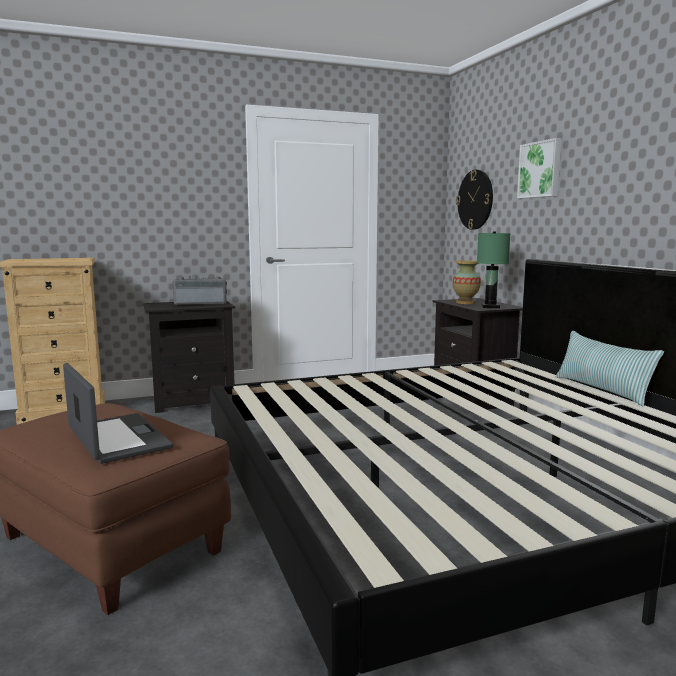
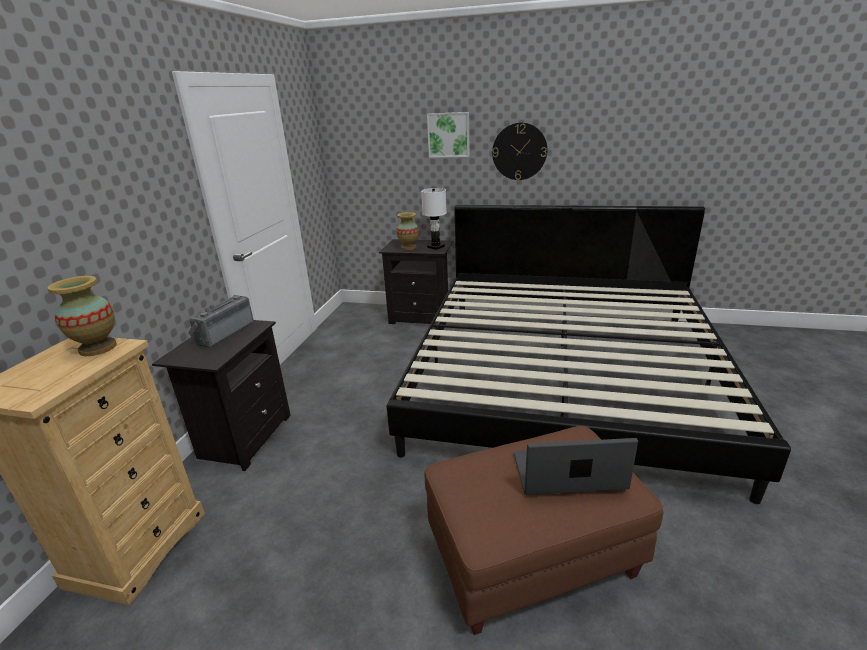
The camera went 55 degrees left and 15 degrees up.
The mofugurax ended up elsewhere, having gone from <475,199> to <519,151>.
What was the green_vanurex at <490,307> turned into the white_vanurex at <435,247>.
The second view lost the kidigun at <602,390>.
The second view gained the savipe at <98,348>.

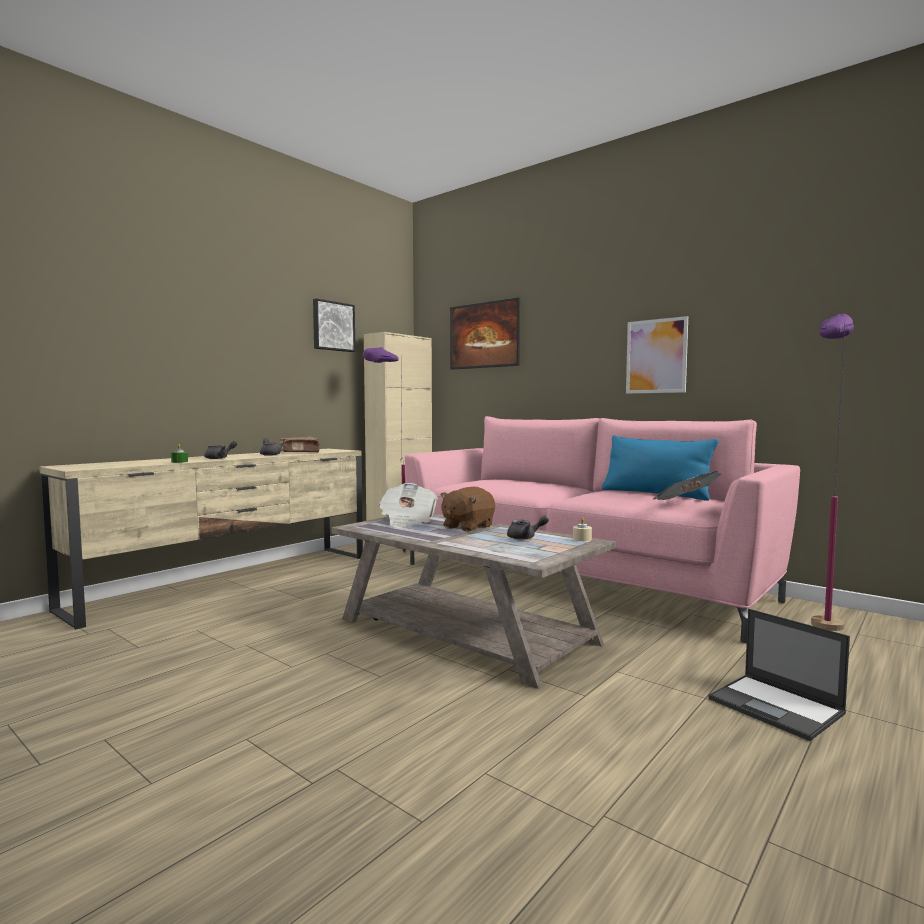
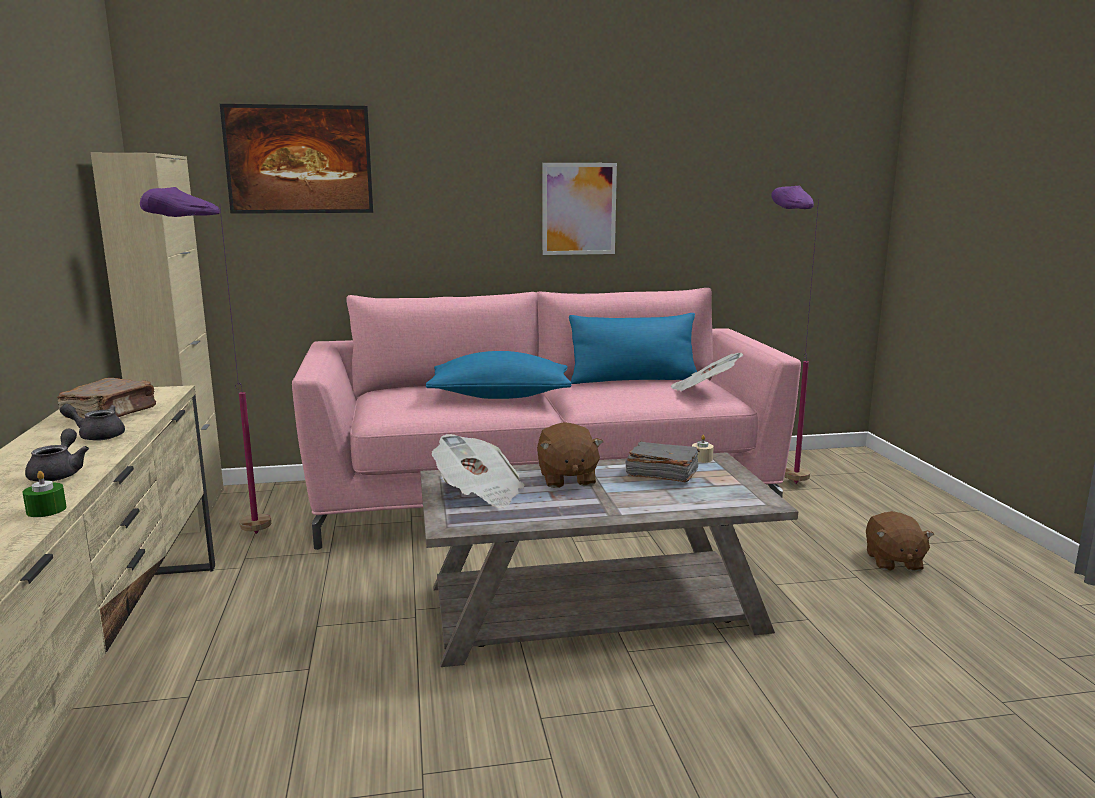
The camera went 50 degrees left and 10 degrees up.
The second view lost the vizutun at <333,326>.
Where the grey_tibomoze stood at <525,537>, the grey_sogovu came to stand at <661,474>.
Where the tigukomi stood at <777,707>, the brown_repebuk came to stand at <893,561>.
The second view gained the blue_kidigun at <500,396>.

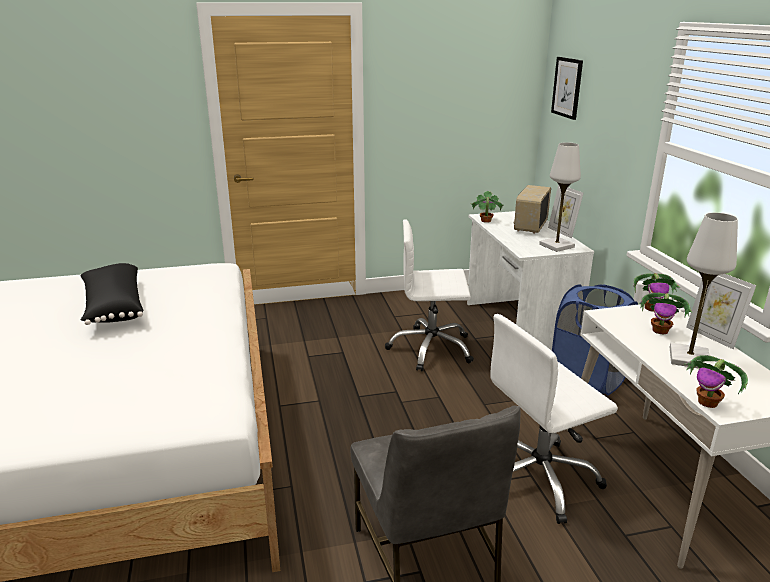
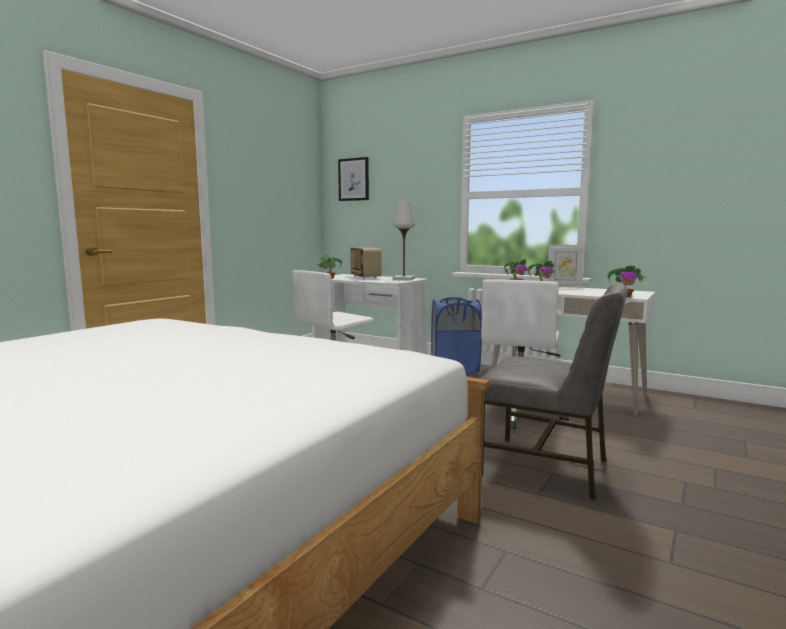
The camera went 45 degrees left and 15 degrees down.
The second view lost the black_kidigun at <113,307>.
The second view lost the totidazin at <562,232>.
The second view lost the white_vanurex at <689,358>.

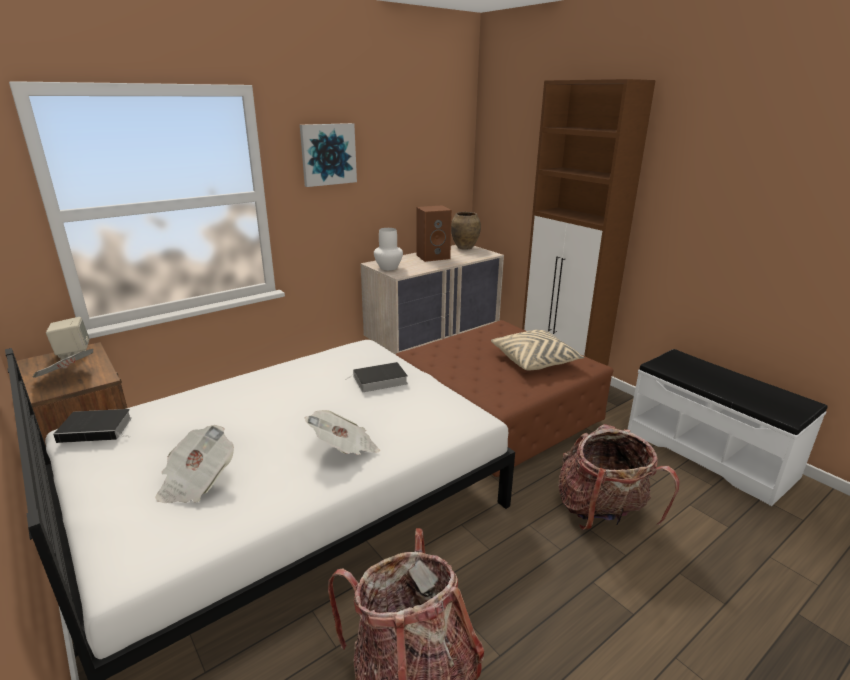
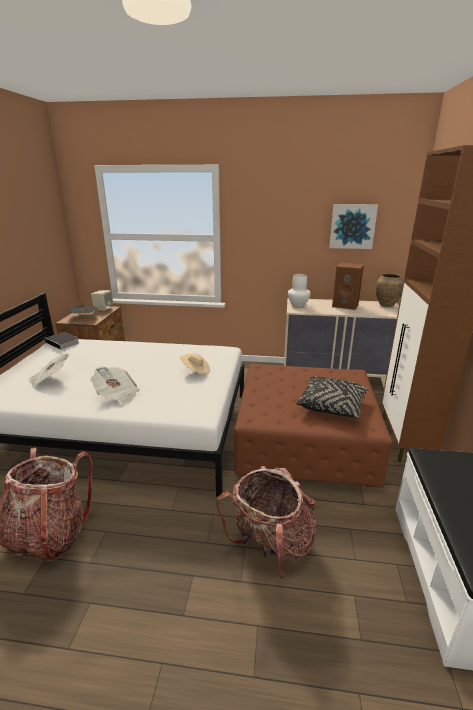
The camera went 45 degrees right and 0 degrees up.
The vizutun ended up elsewhere, having gone from <328,154> to <352,226>.
Where the sogovu stood at <378,380>, the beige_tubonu came to stand at <196,371>.
What was the beige_kidigun at <535,360> turned into the black_kidigun at <332,405>.

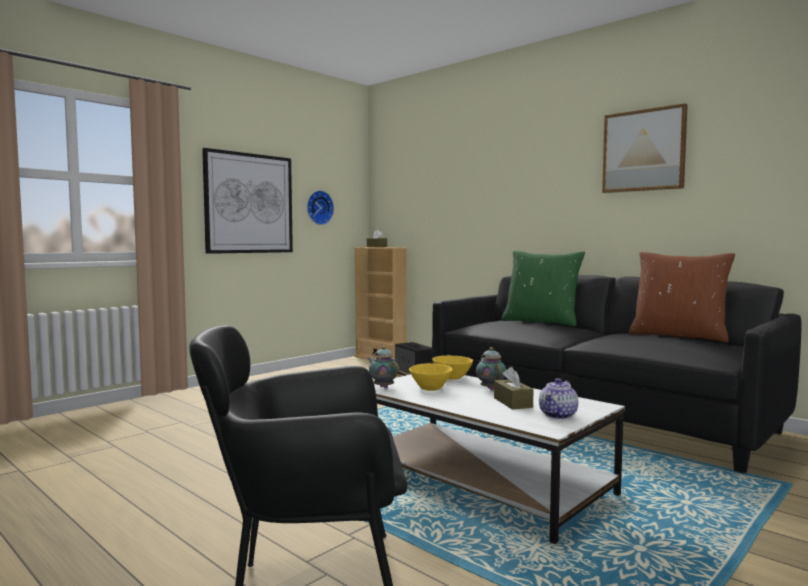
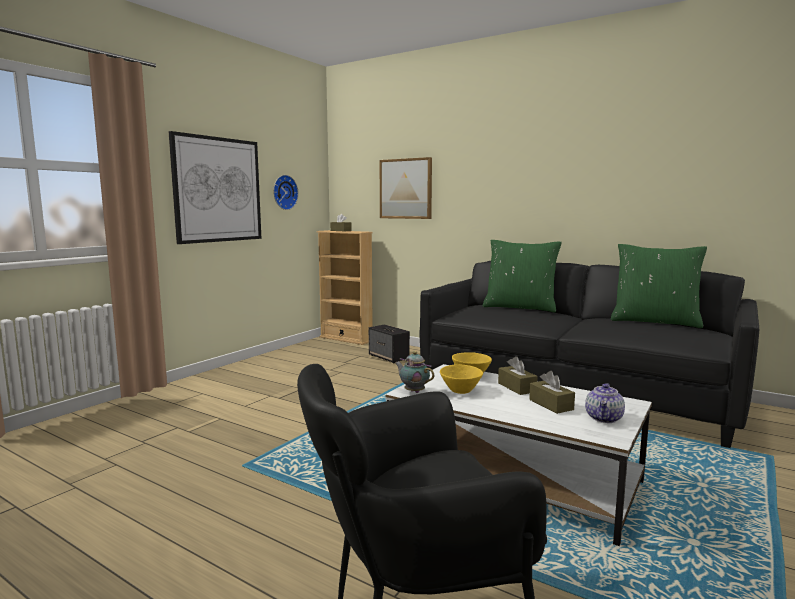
The camera went 10 degrees left and 5 degrees up.
Where the tibomoze stood at <490,388>, the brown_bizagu came to stand at <517,387>.
The vizutun ended up elsewhere, having gone from <644,150> to <406,189>.
What was the brown_kidigun at <679,336> turned into the green_kidigun at <655,321>.

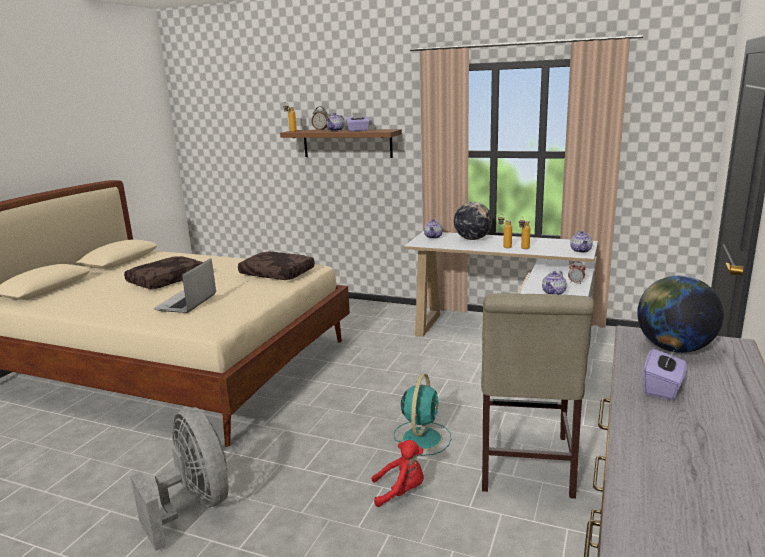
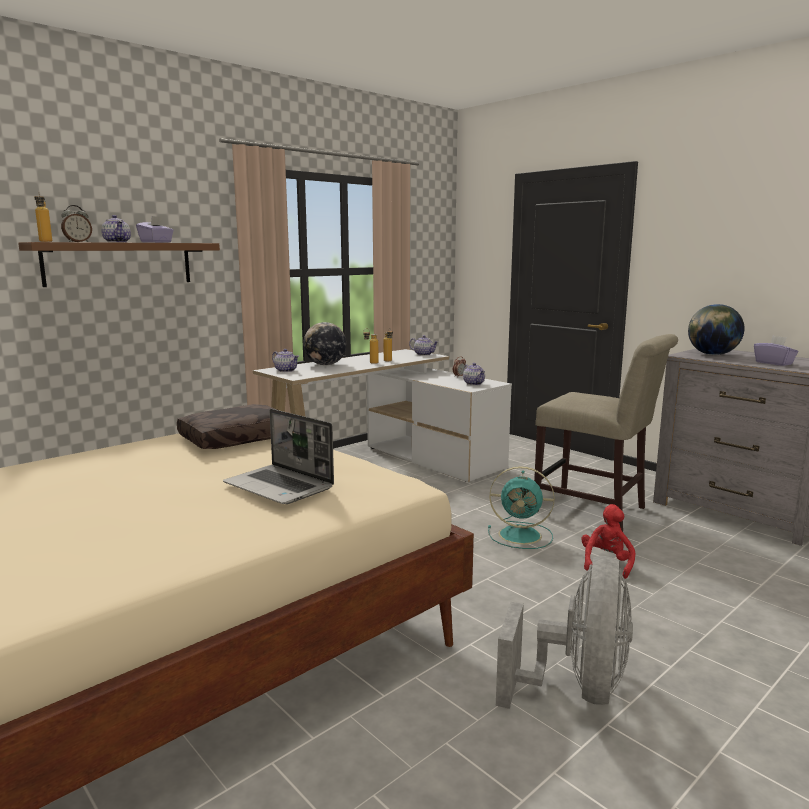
The camera went 65 degrees left and 5 degrees down.
The second view lost the brown_kidigun at <166,280>.
The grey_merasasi at <195,506> ended up facing another way, 120 degrees clockwise from before.
The turquoise_merasasi at <422,437> ended up facing another way, 150 degrees clockwise from before.

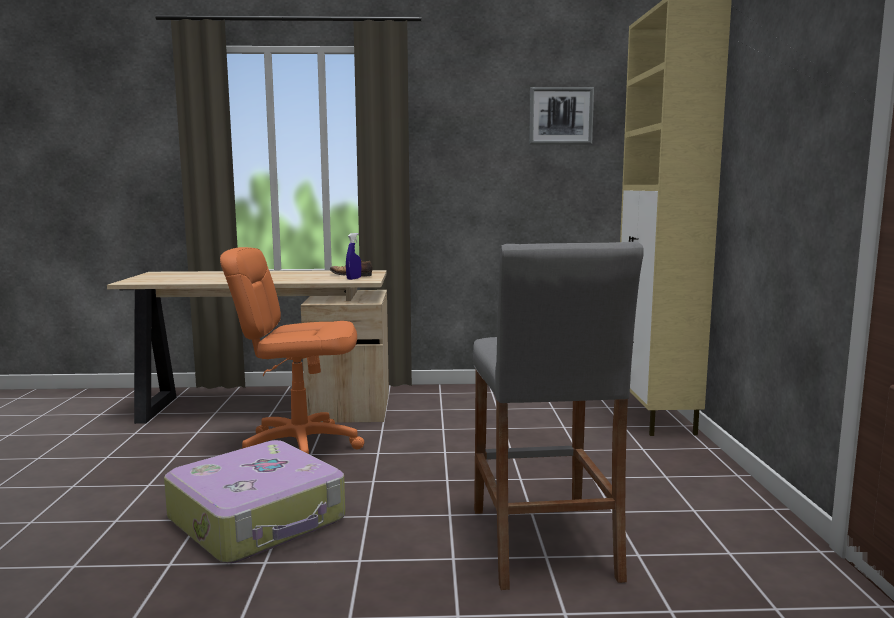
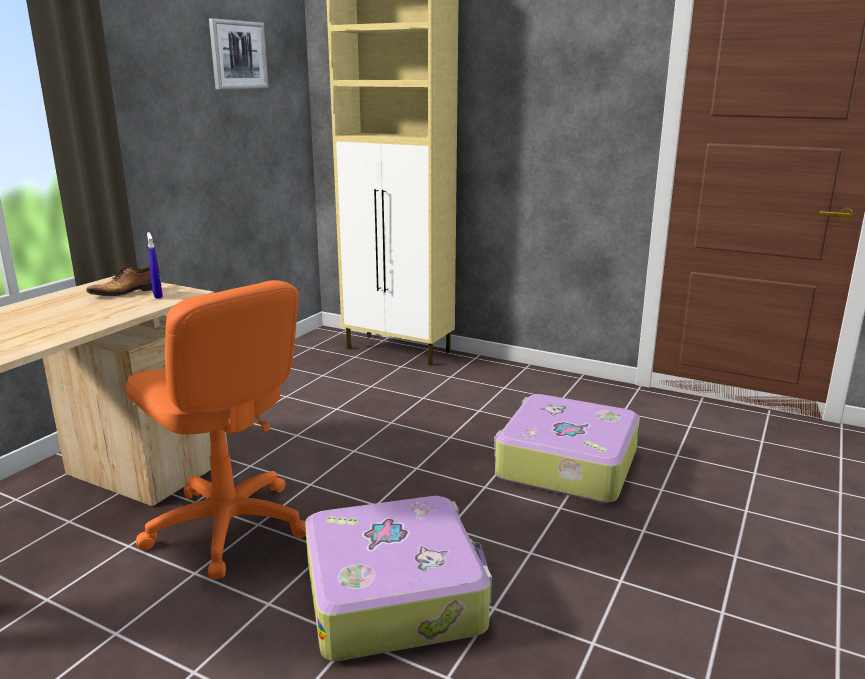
The camera went 60 degrees left and 10 degrees up.
The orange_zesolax at <300,447> ended up facing another way, 75 degrees counterclockwise from before.
Where the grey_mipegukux stood at <543,543>, the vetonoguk came to stand at <565,465>.

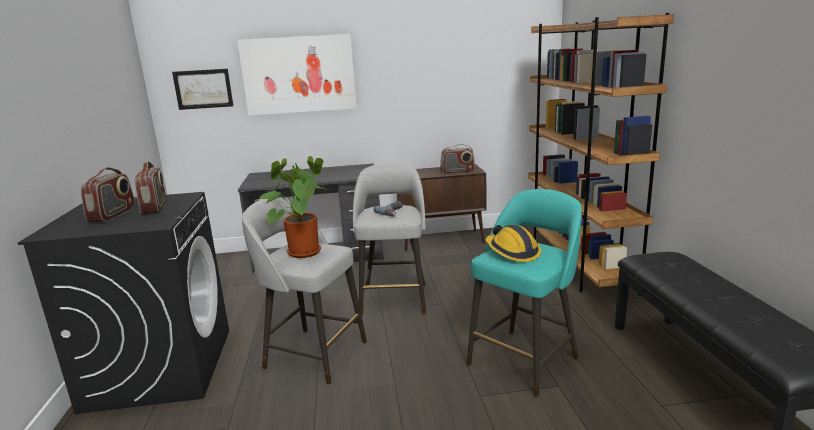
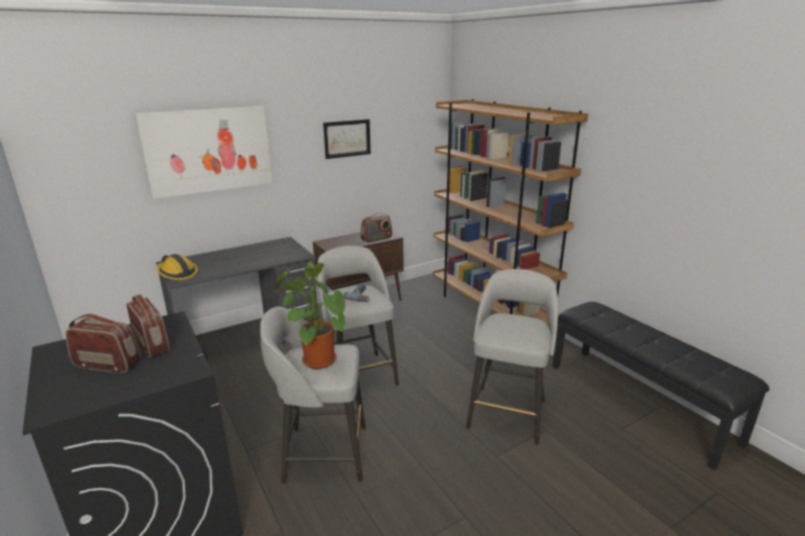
The camera went 25 degrees left and 5 degrees up.
The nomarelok at <113,215> ended up facing another way, 60 degrees counterclockwise from before.
The vizutun ended up elsewhere, having gone from <203,89> to <347,138>.
What was the turquoise_mipegukux at <524,359> turned into the grey_mipegukux at <507,412>.
The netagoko ended up elsewhere, having gone from <512,252> to <177,273>.

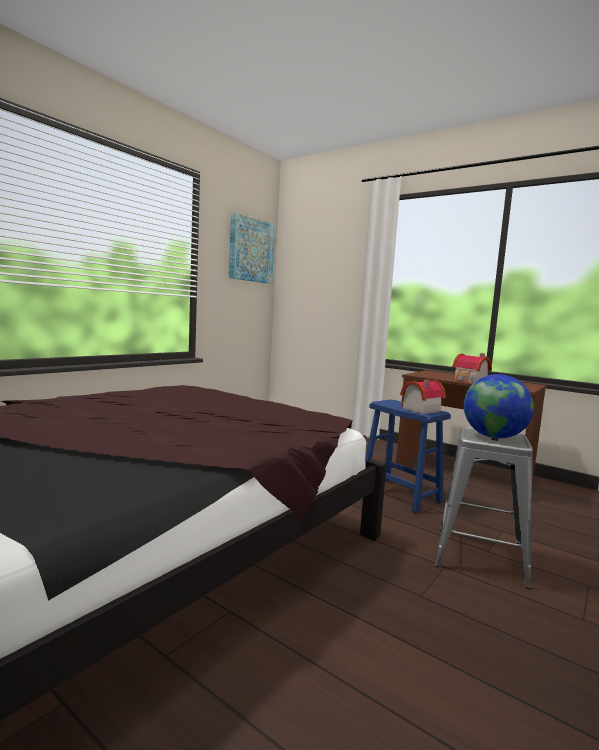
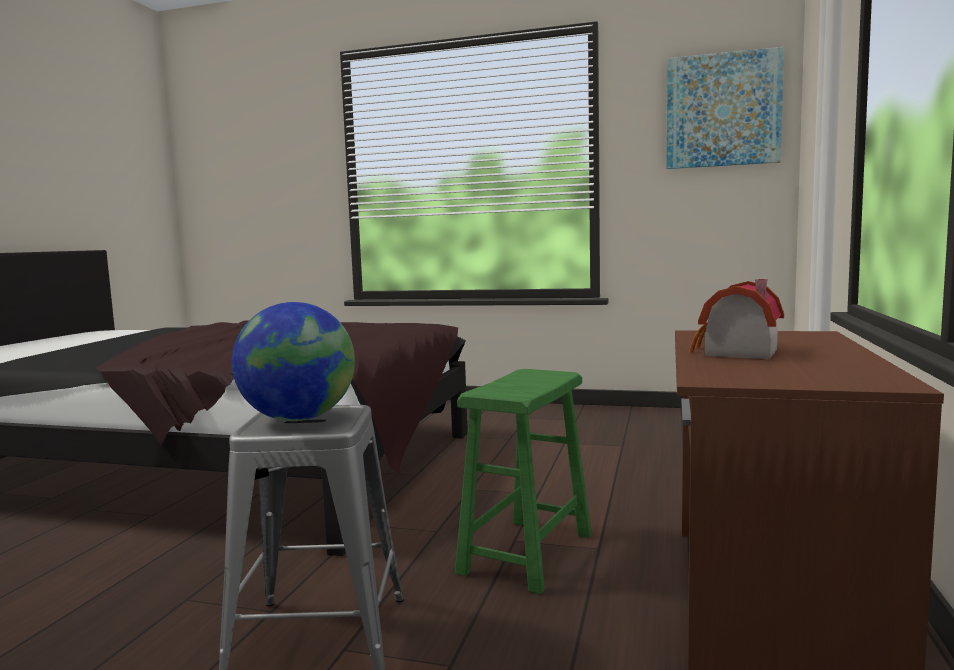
The camera went 70 degrees right and 0 degrees up.
What was the blue_mipegukux at <400,495> turned into the green_mipegukux at <526,553>.
The second view lost the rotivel at <418,409>.

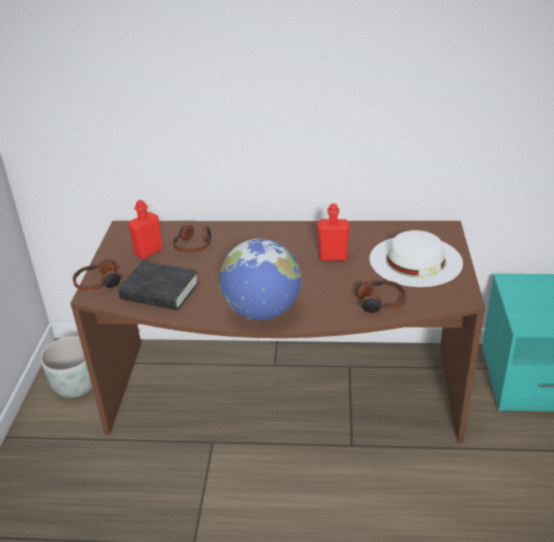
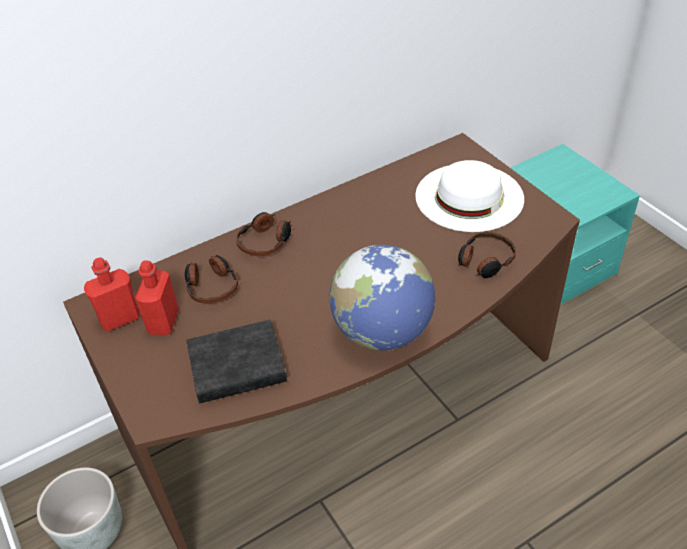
The camera went 35 degrees left and 10 degrees up.
The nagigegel ended up elsewhere, having gone from <99,282> to <265,241>.
The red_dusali ended up elsewhere, having gone from <333,257> to <120,319>.

